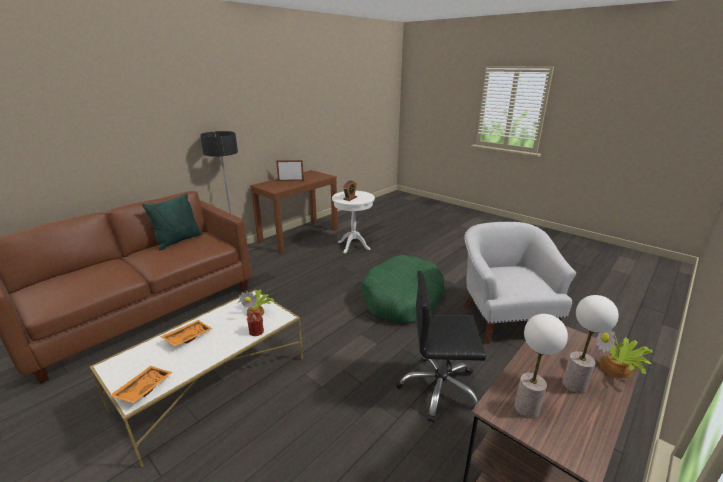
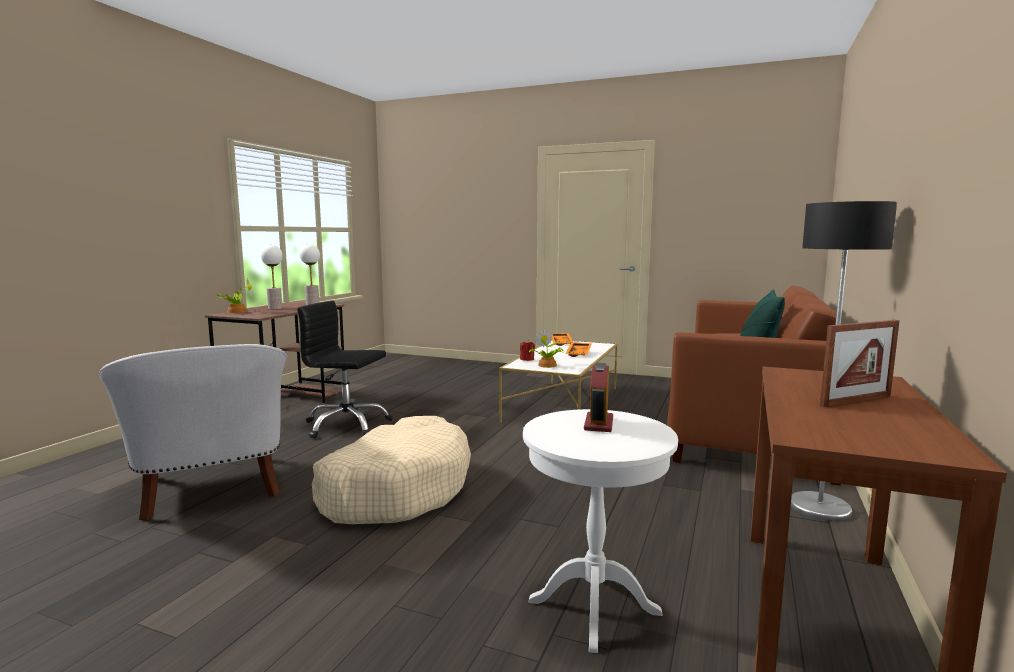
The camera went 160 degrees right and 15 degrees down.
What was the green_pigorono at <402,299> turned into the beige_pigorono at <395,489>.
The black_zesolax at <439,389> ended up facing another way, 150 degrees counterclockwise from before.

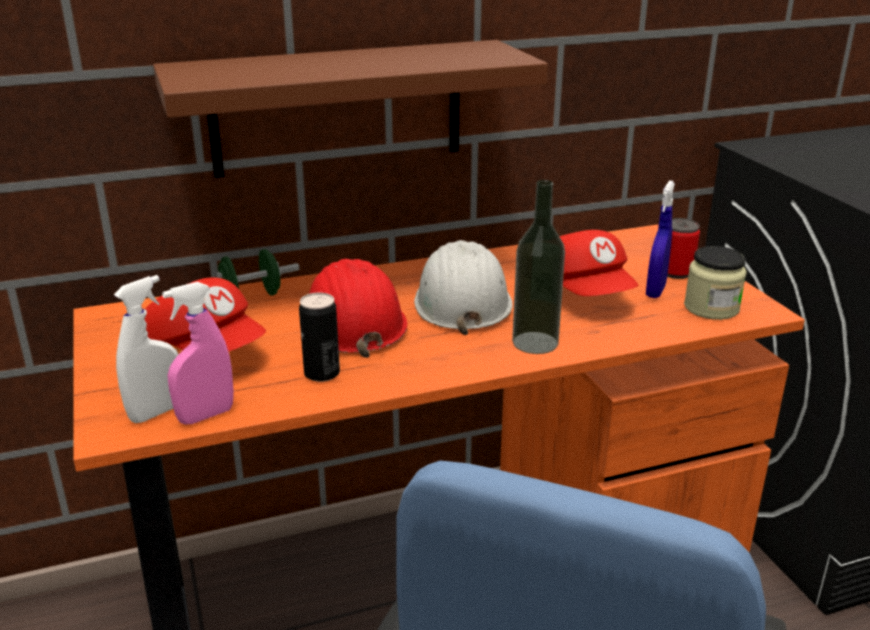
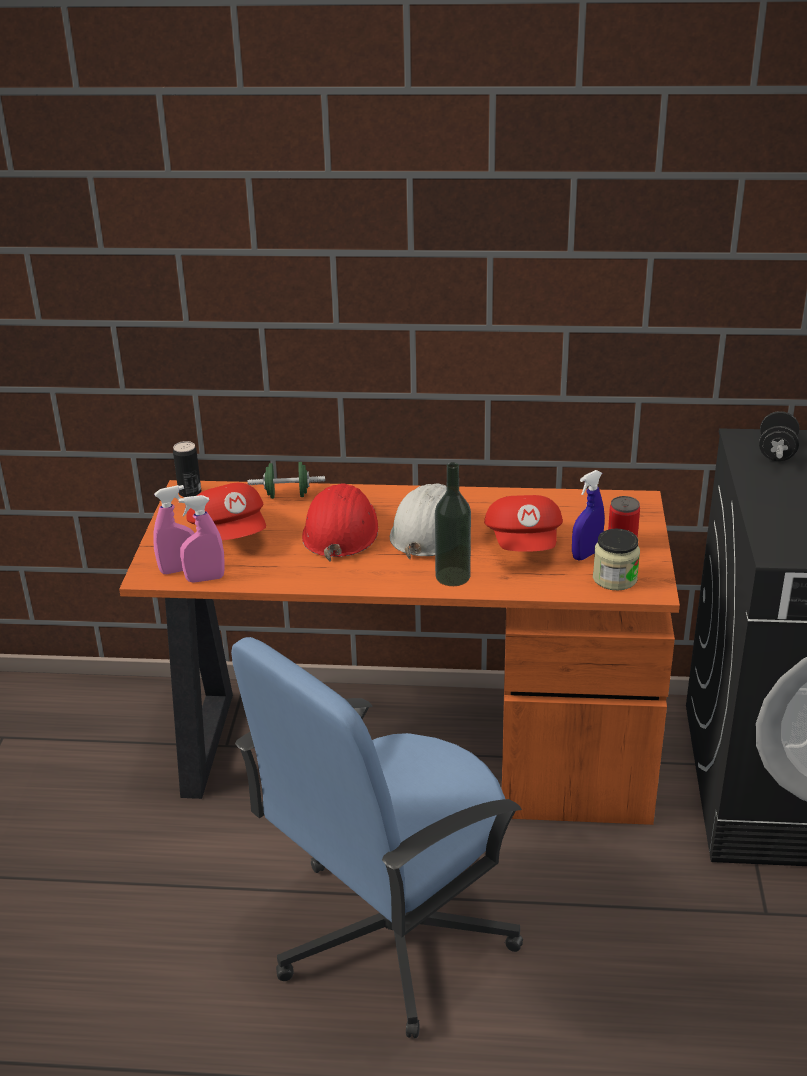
The camera went 25 degrees right and 5 degrees up.
What was the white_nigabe at <156,412> turned into the pink_nigabe at <178,569>.
The second view lost the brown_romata at <338,108>.
The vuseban ended up elsewhere, having gone from <322,373> to <190,492>.
The second view gained the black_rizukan at <776,453>.

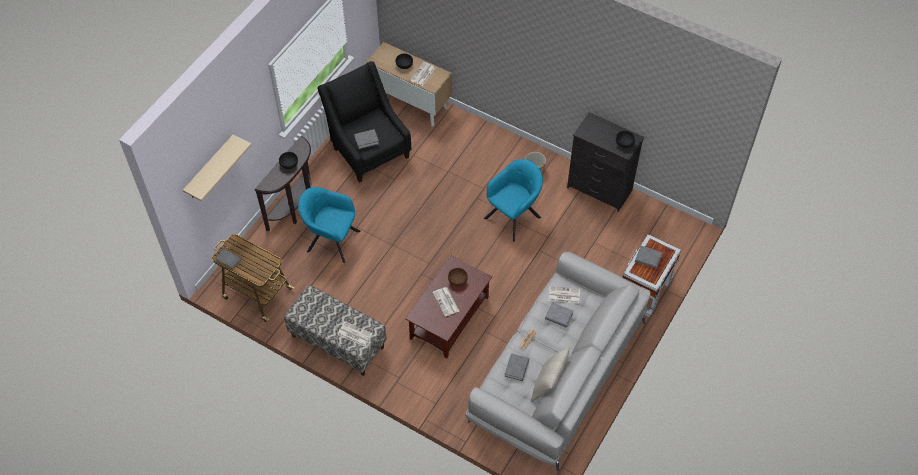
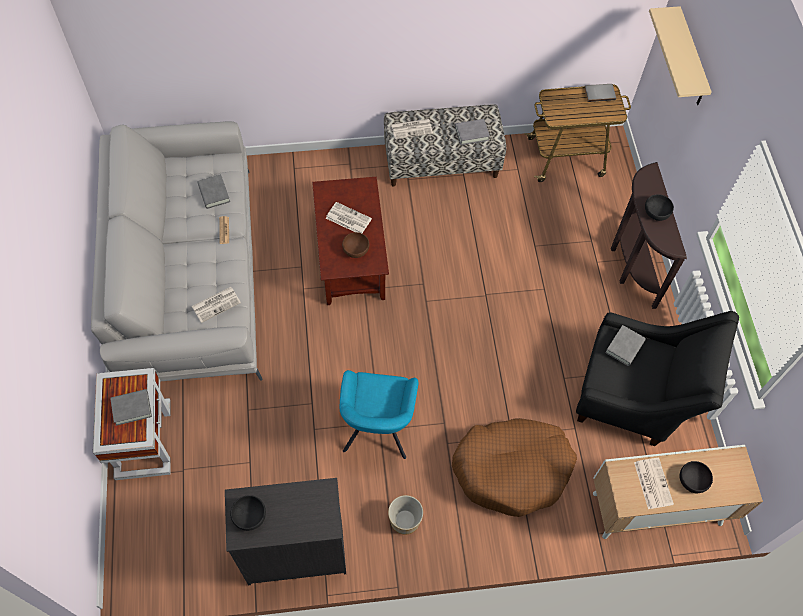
The camera went 140 degrees right and 5 degrees up.
The second view lost the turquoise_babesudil at <331,240>.
The second view lost the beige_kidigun at <548,384>.
The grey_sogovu ended up elsewhere, having gone from <559,316> to <471,133>.
The second view gained the brown_pigorono at <512,469>.

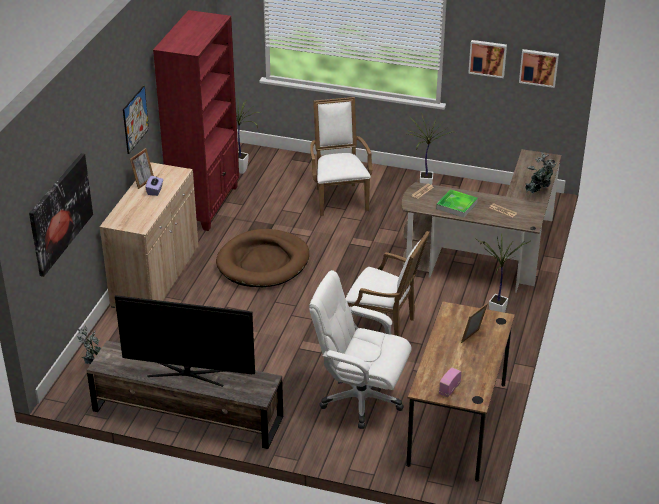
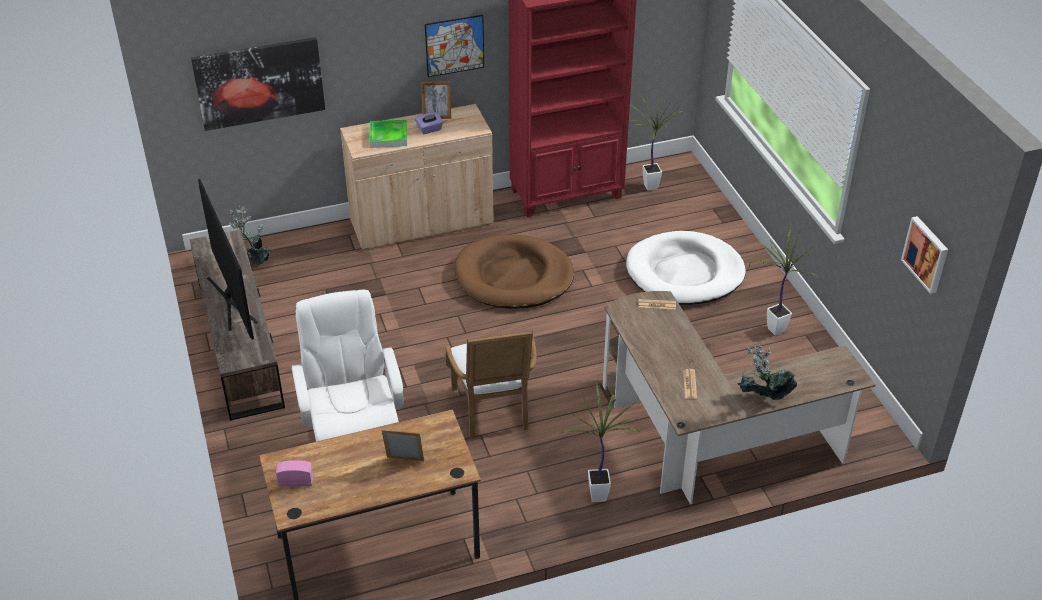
The camera went 55 degrees right and 5 degrees up.
Where the white_babesudil stood at <339,197>, the white_pigorono came to stand at <685,273>.
The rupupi ended up elsewhere, having gone from <456,205> to <388,136>.
The second view lost the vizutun at <487,58>.

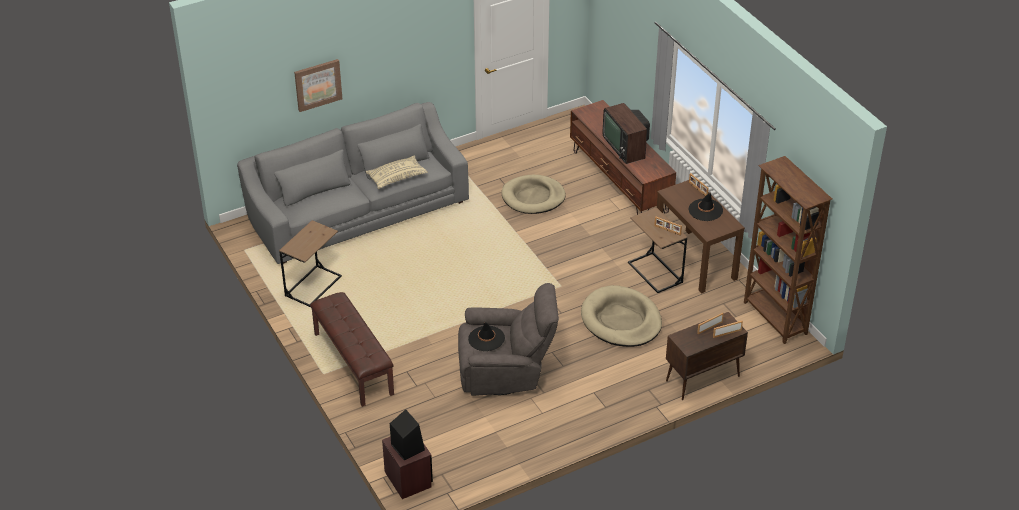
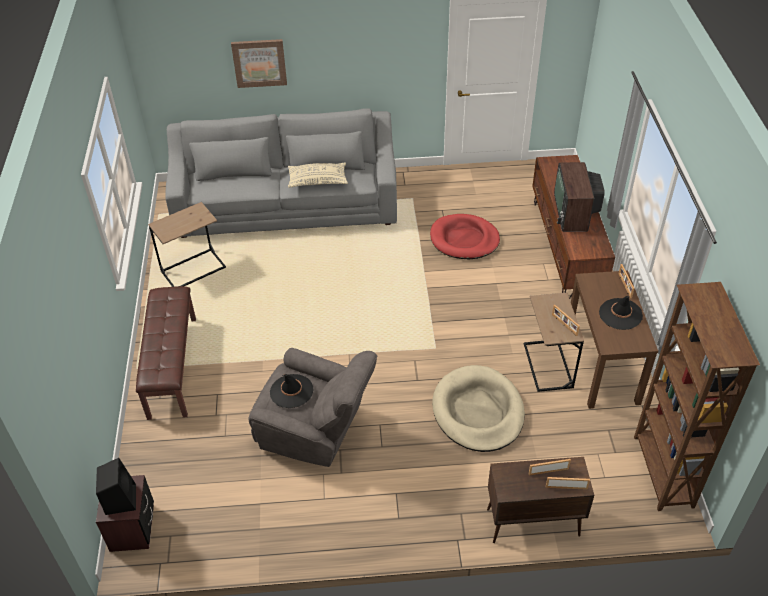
The camera went 25 degrees right and 5 degrees up.
What was the beige_pigorono at <533,197> turned into the red_pigorono at <464,239>.

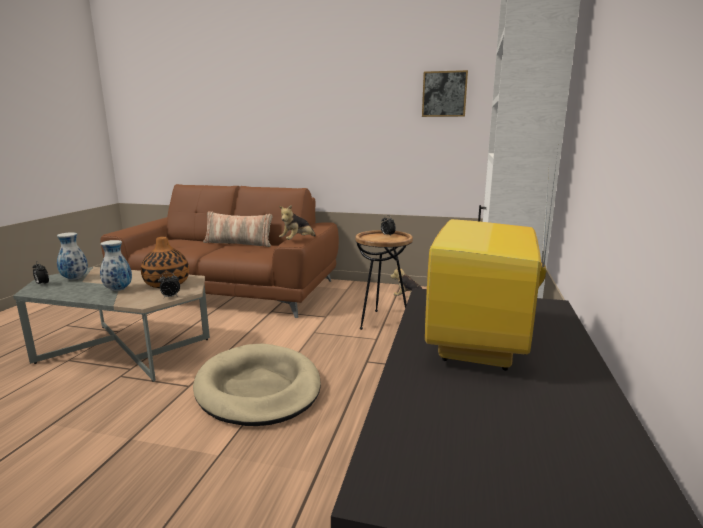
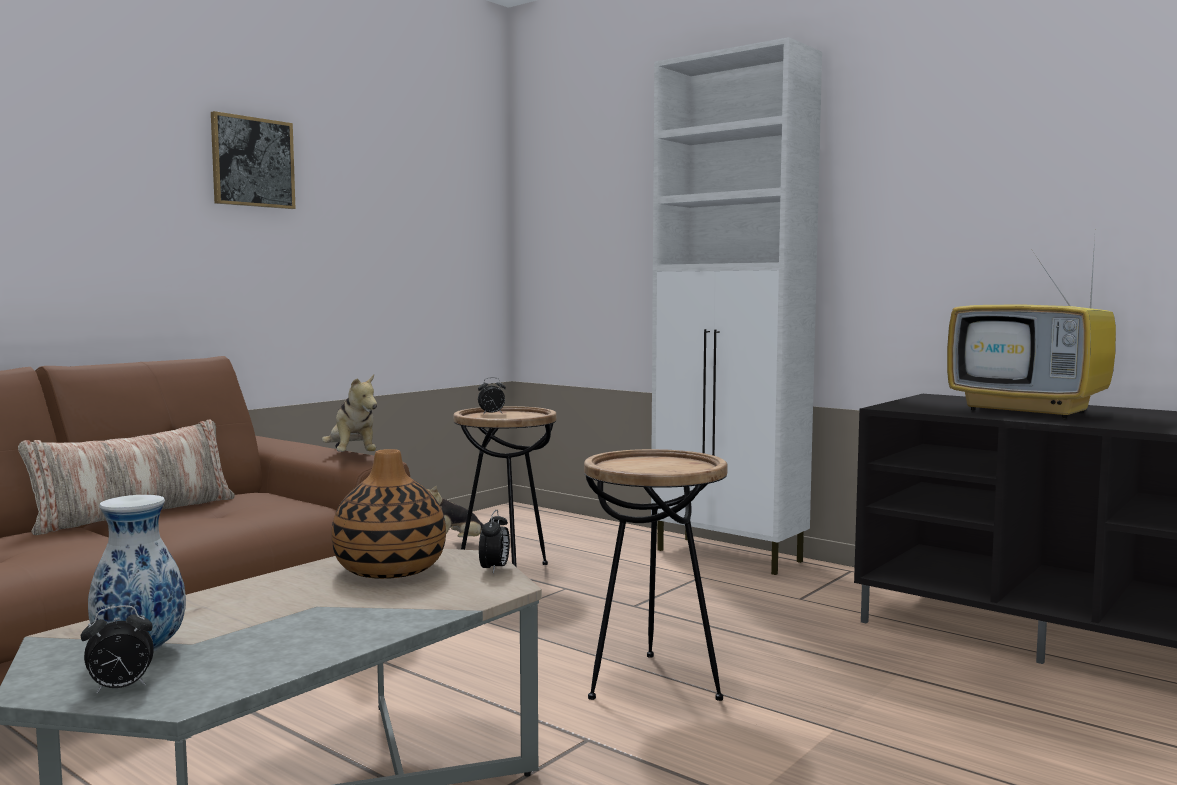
The camera went 65 degrees left and 10 degrees down.
The second view lost the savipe at <118,290>.
Where the beige_pigorono stood at <258,388>, the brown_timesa came to stand at <654,683>.
The vizutun ended up elsewhere, having gone from <444,94> to <252,162>.

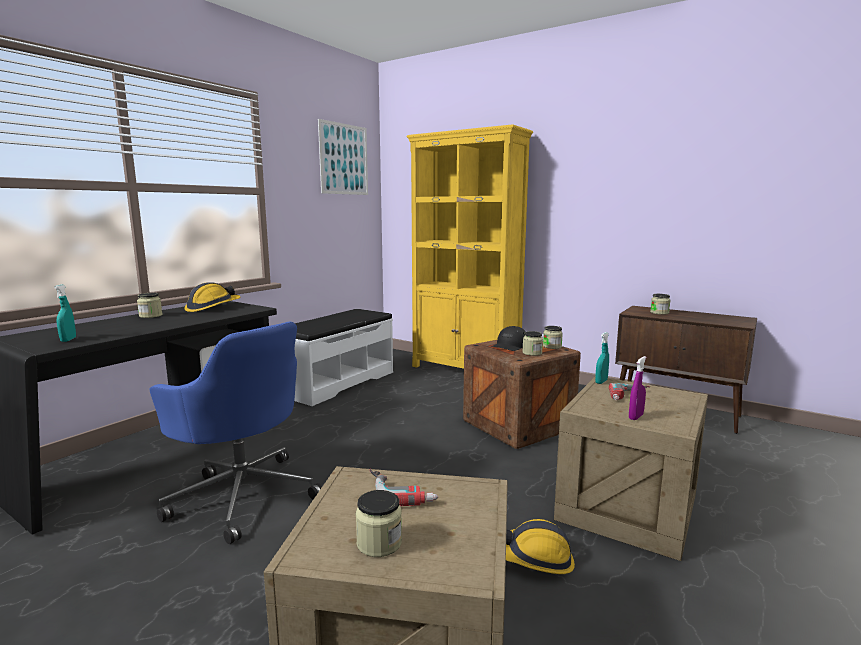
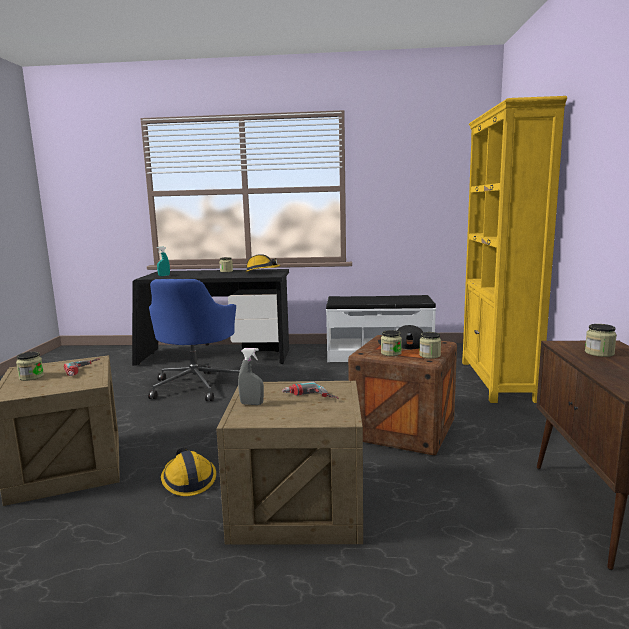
The camera went 60 degrees right and 0 degrees up.
The second view lost the vizutun at <344,159>.
The second view lost the turquoise_nigabe at <601,382>.
What was the purple_nigabe at <636,417> turned into the grey_nigabe at <251,404>.

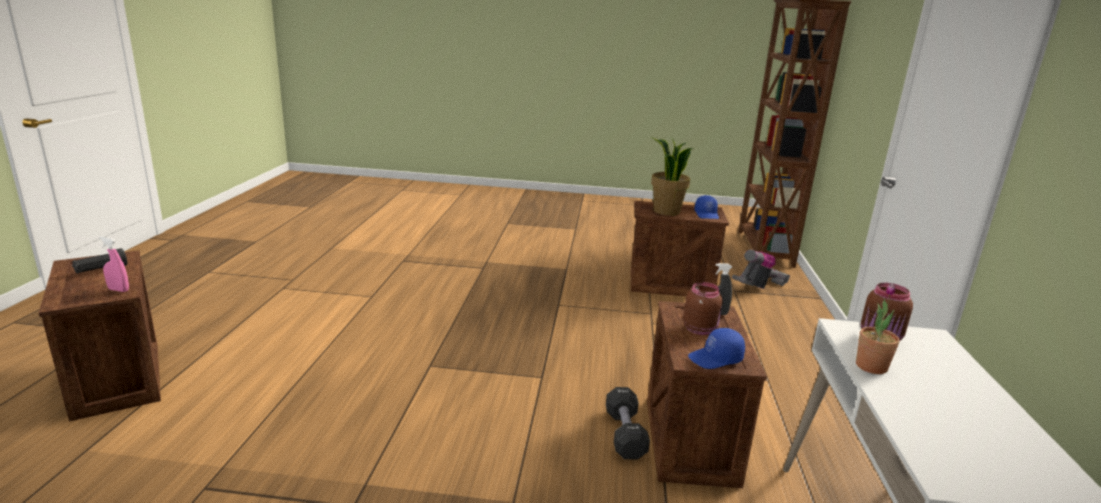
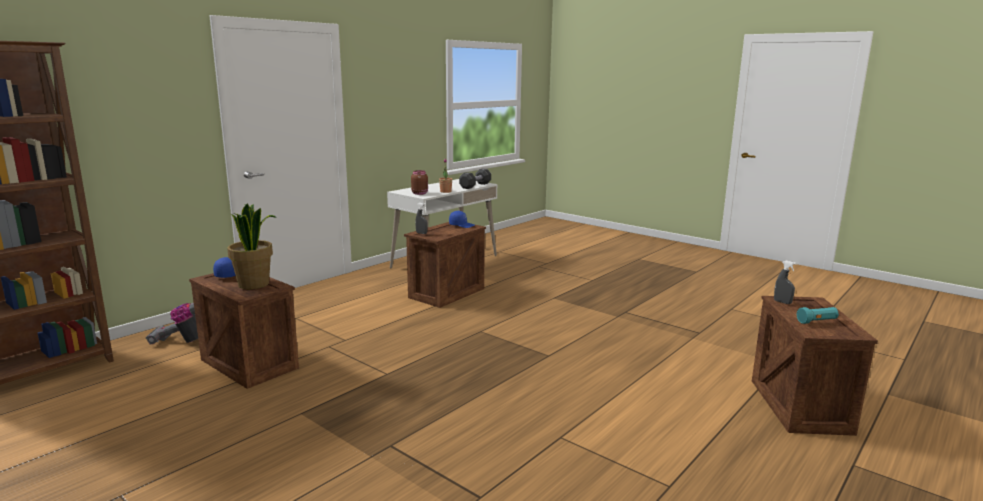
The camera went 145 degrees left and 5 degrees down.
What was the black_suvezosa at <101,270> turned into the turquoise_suvezosa at <817,321>.
What was the pink_nigabe at <118,290> turned into the grey_nigabe at <782,302>.
The black_rizukan ended up elsewhere, having gone from <625,434> to <475,186>.
The second view lost the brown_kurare at <700,329>.

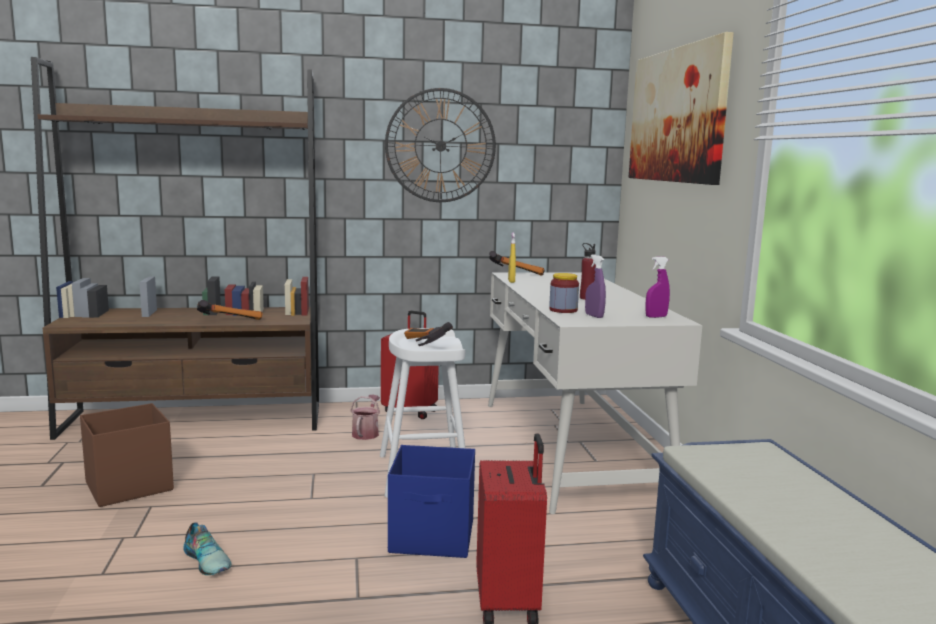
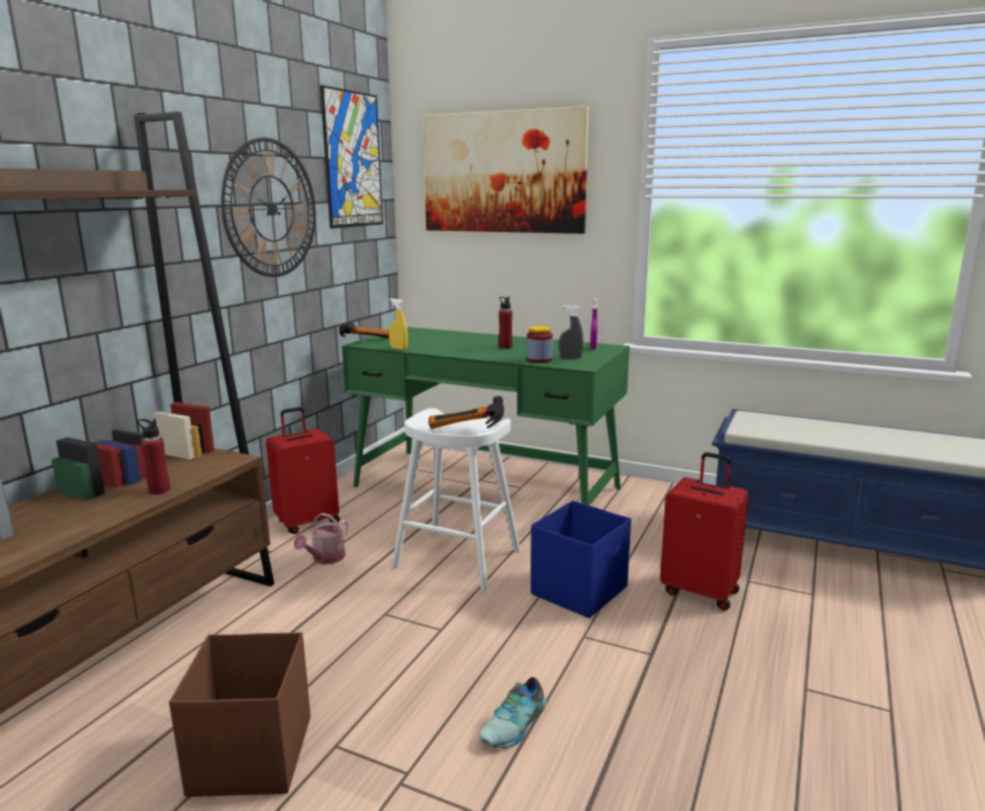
The camera went 55 degrees left and 5 degrees up.
The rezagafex at <208,560> ended up facing another way, 135 degrees clockwise from before.
Where the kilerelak stood at <229,321>, the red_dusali came to stand at <159,490>.
The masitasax at <366,433> ended up facing another way, 105 degrees counterclockwise from before.
What was the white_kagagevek at <569,448> turned into the green_kagagevek at <486,487>.
What was the purple_nigabe at <594,316> turned into the grey_nigabe at <570,358>.
The second view gained the vizutun at <353,160>.

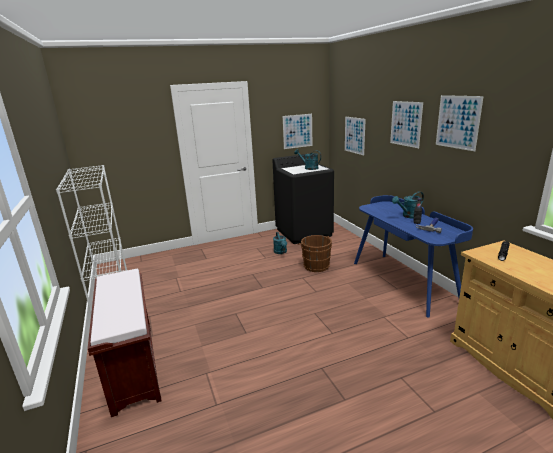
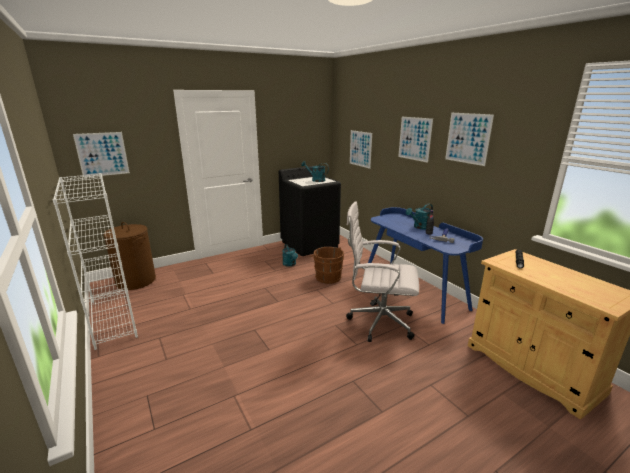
The camera went 10 degrees left and 0 degrees up.
The second view lost the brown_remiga at <133,366>.
The vizutun ended up elsewhere, having gone from <297,131> to <102,154>.
The second view gained the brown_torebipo at <136,281>.
The second view gained the white_zesolax at <378,322>.

